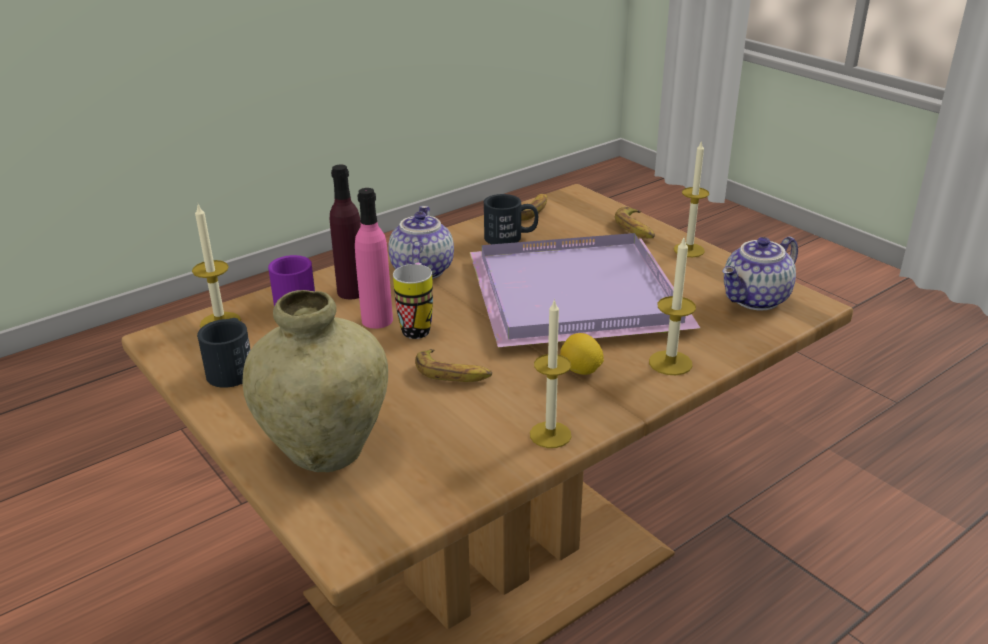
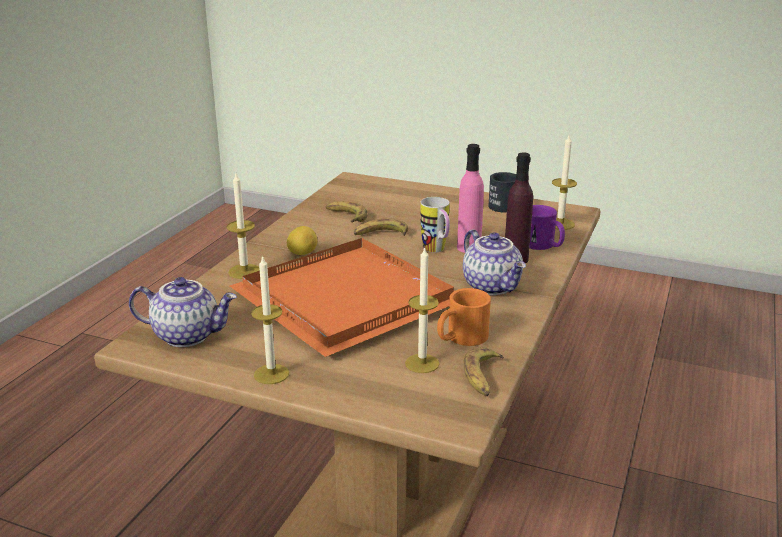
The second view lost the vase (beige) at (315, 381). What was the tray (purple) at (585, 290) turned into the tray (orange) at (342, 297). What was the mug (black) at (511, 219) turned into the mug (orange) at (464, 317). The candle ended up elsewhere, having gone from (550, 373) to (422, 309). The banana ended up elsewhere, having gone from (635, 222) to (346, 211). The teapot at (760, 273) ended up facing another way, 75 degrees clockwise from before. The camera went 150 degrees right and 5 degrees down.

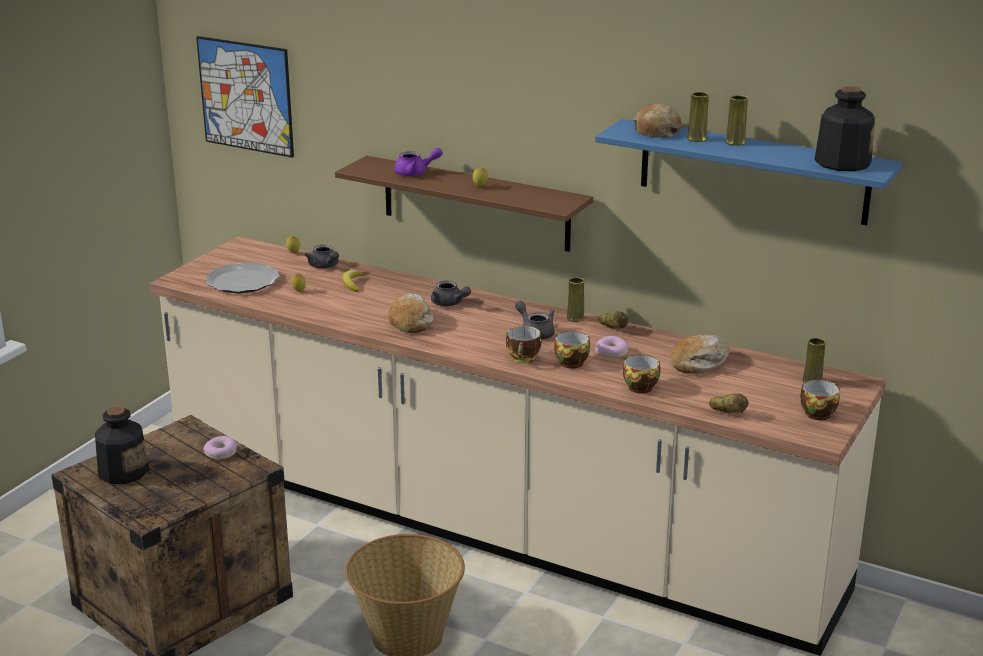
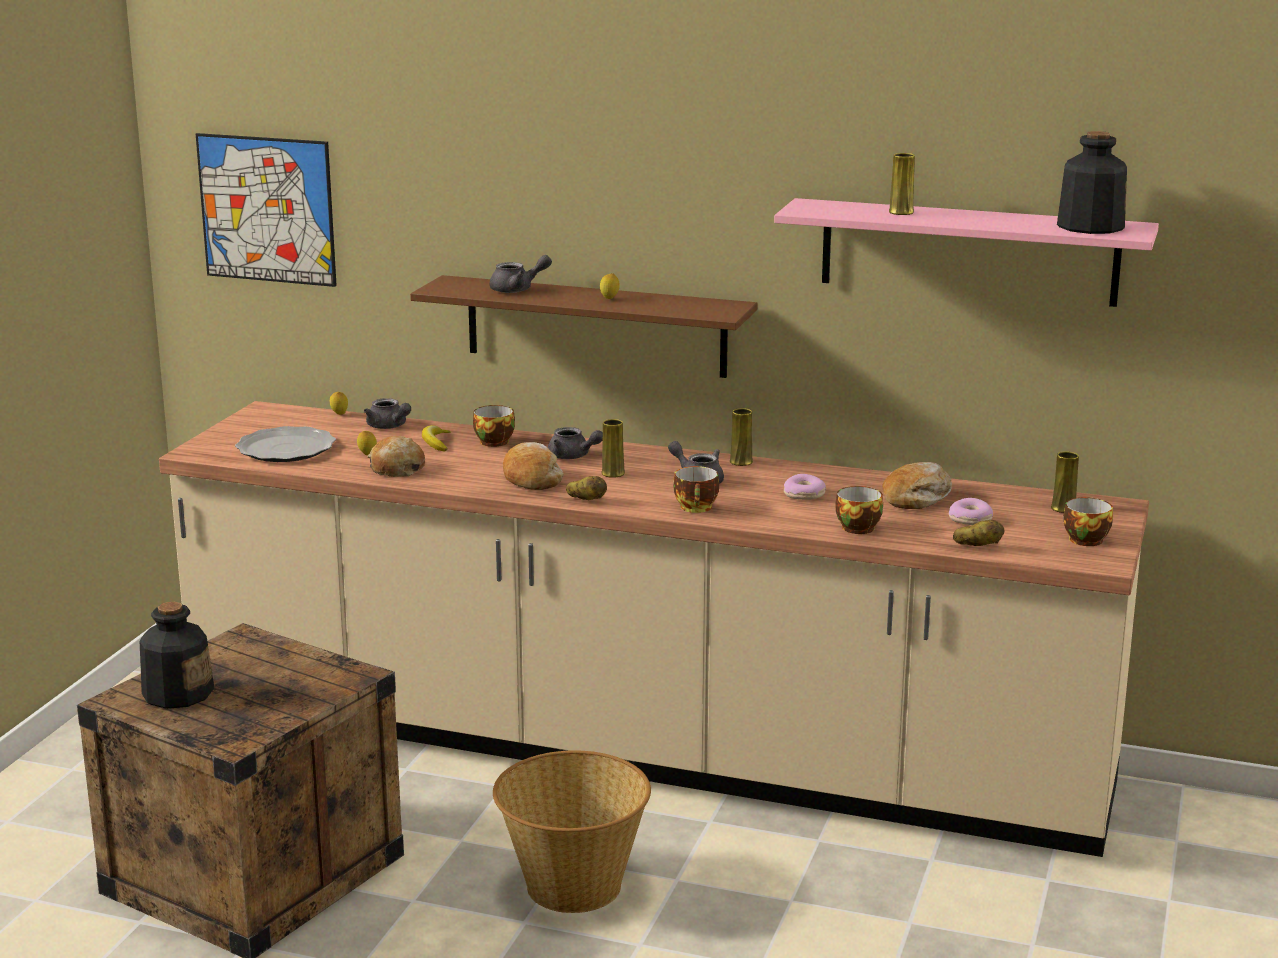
The donut ended up elsewhere, having gone from (220, 448) to (971, 511). What was the teapot (purple) at (418, 162) turned into the teapot (grey) at (520, 274). The cup ended up elsewhere, having gone from (572, 349) to (494, 426). What was the shelf (blue) at (749, 172) turned into the shelf (pink) at (966, 252). The potato ended up elsewhere, having gone from (614, 320) to (586, 488). The bread ended up elsewhere, having gone from (657, 120) to (396, 456). The vase (yellow) ended up elsewhere, having gone from (736, 120) to (613, 448). The camera went 10 degrees left and 5 degrees down.

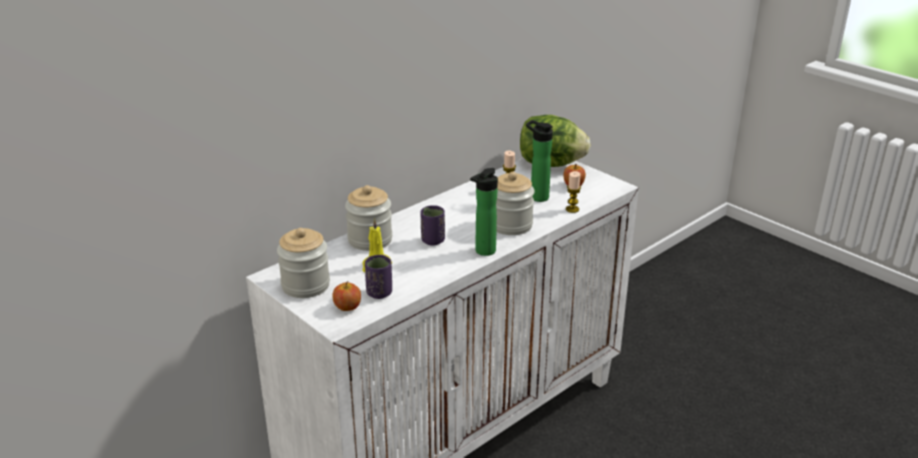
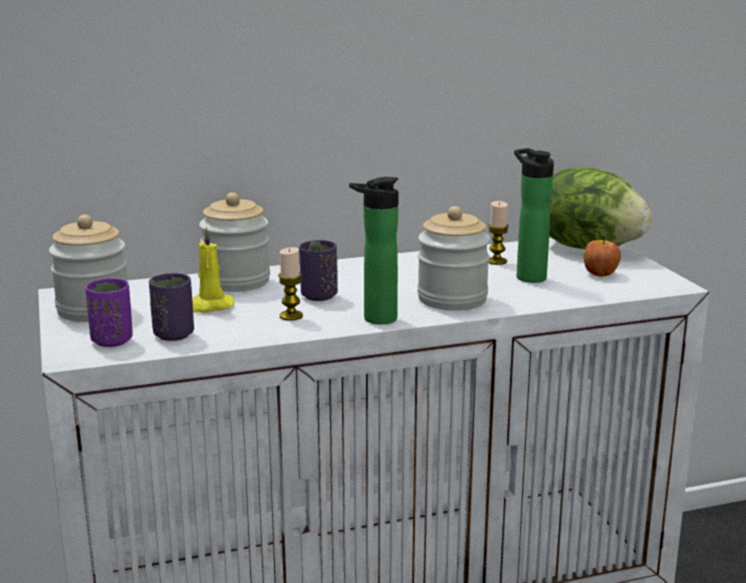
Where the apple stood at (346, 296), the cup (purple) came to stand at (109, 312). The candle ended up elsewhere, having gone from (573, 192) to (290, 284). The camera went 25 degrees right and 10 degrees down.

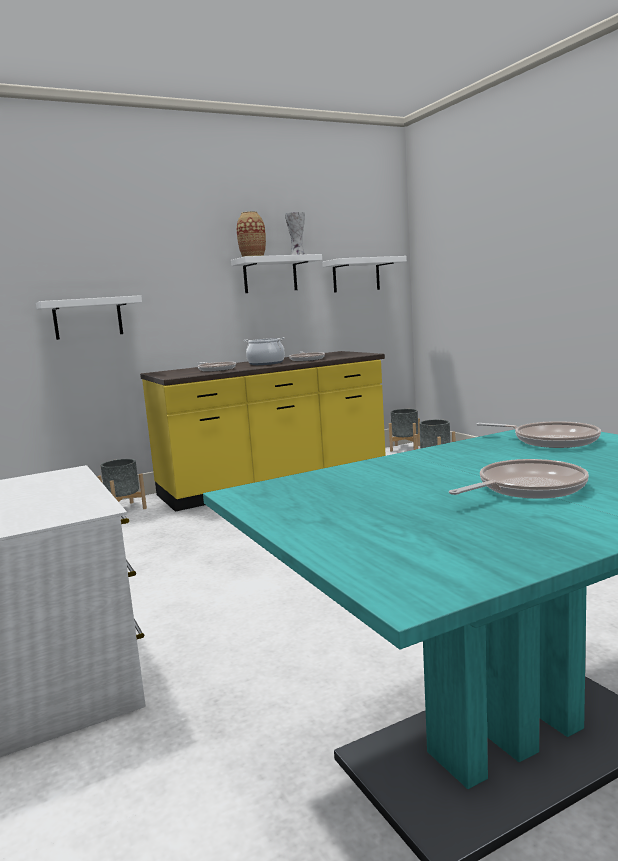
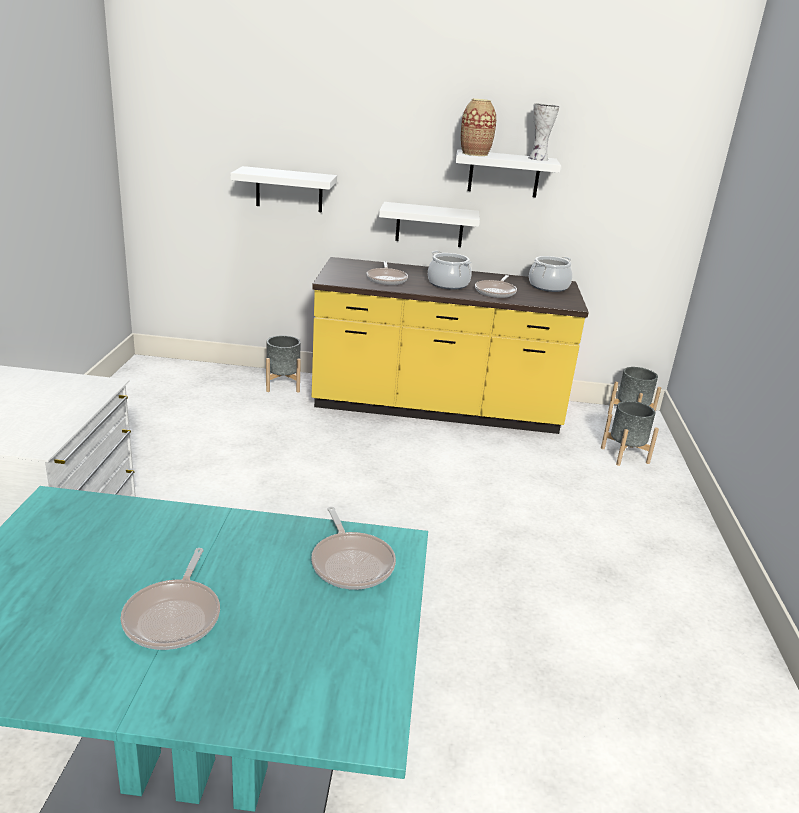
The shelf (white) ended up elsewhere, having gone from (364, 274) to (429, 224). The frying pan at (519, 479) ended up facing another way, 90 degrees clockwise from before. The second view gained the cooking pot at (550, 274). The camera went 30 degrees right and 15 degrees up.

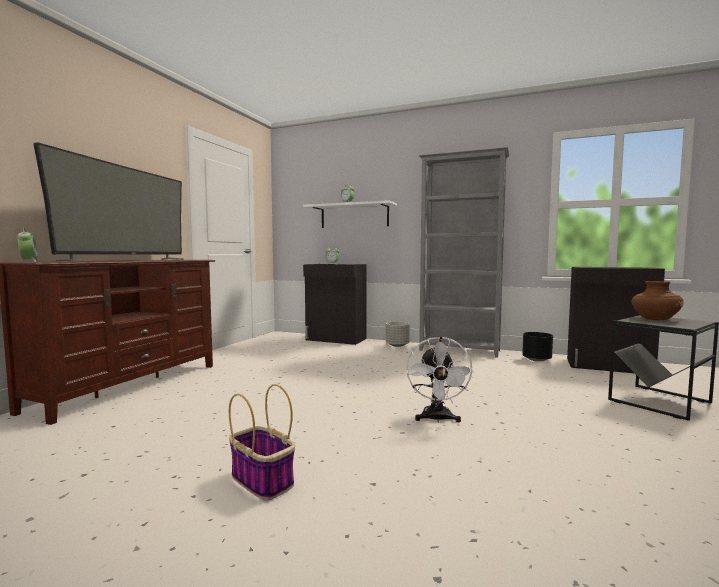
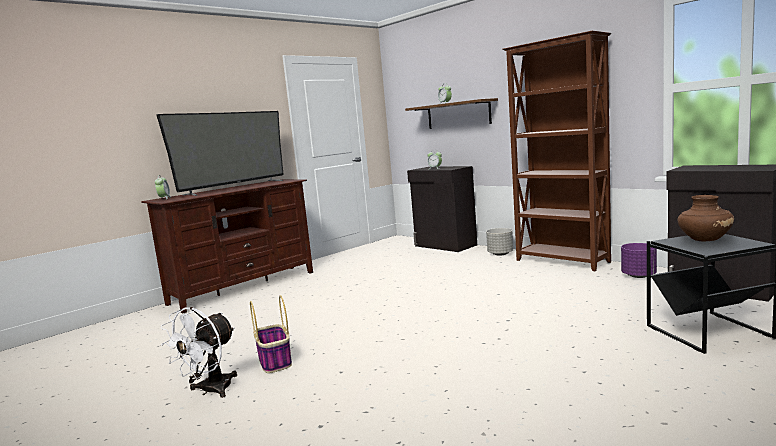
What was the shelf (white) at (350, 214) turned into the shelf (brown) at (451, 113). The fan (white) ended up elsewhere, having gone from (440, 379) to (199, 352). What was the bookcase (grey) at (464, 252) turned into the bookcase (brown) at (556, 151). What was the planter (black) at (537, 347) turned into the planter (purple) at (639, 260). The camera went 25 degrees right and 5 degrees up.

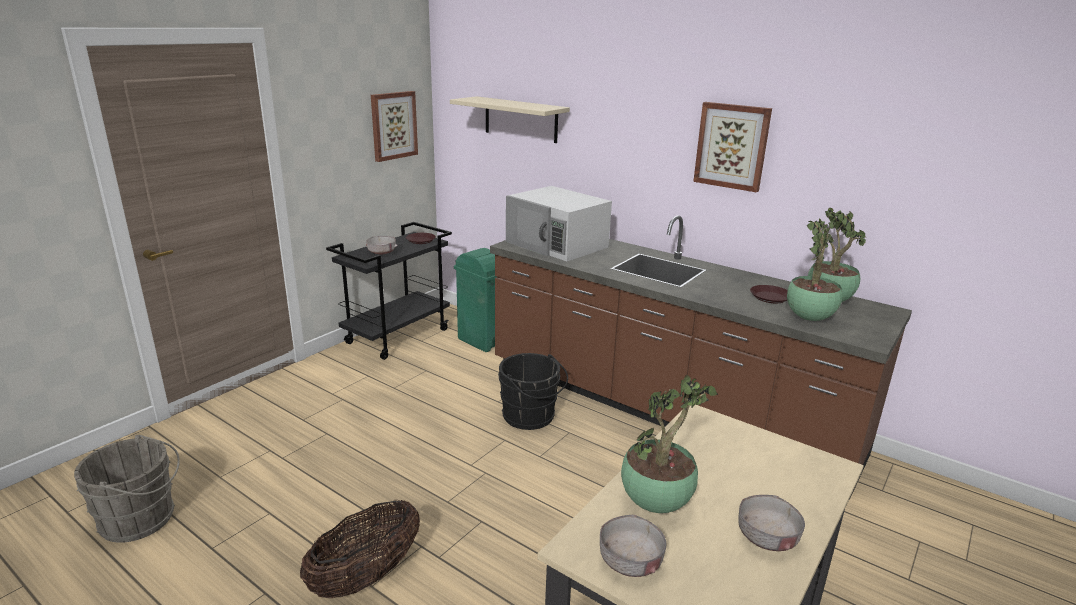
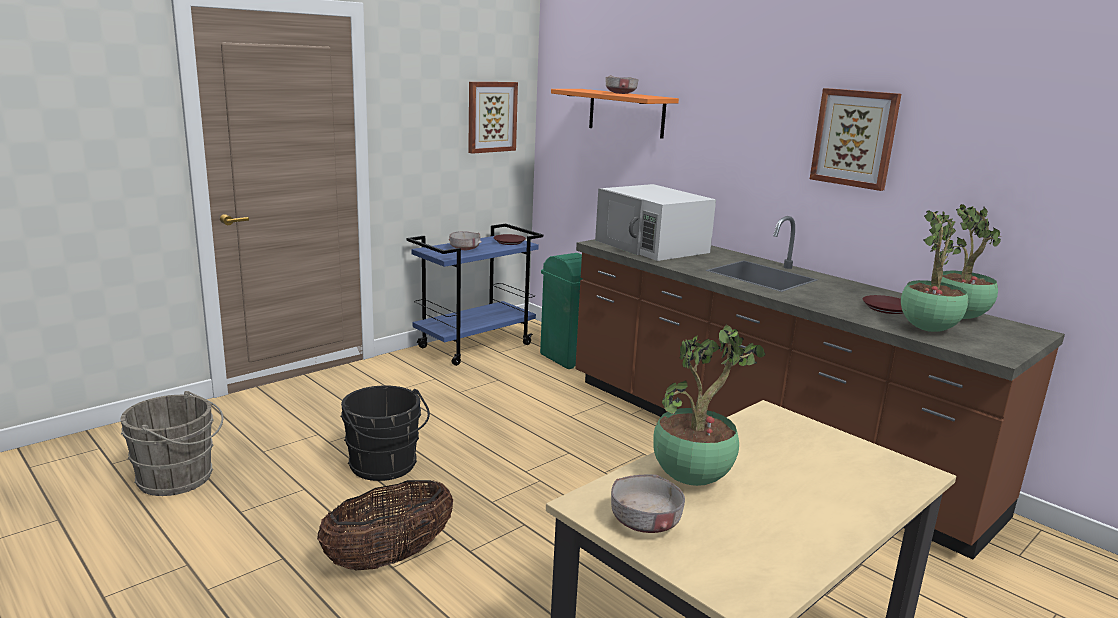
What was the cart (black) at (389, 291) turned into the cart (blue) at (475, 295). What was the shelf (beige) at (510, 119) turned into the shelf (orange) at (615, 114). The bucket (black) ended up elsewhere, having gone from (533, 391) to (385, 433). The bowl (grey) ended up elsewhere, having gone from (771, 523) to (622, 84). The camera went 10 degrees right and 5 degrees down.

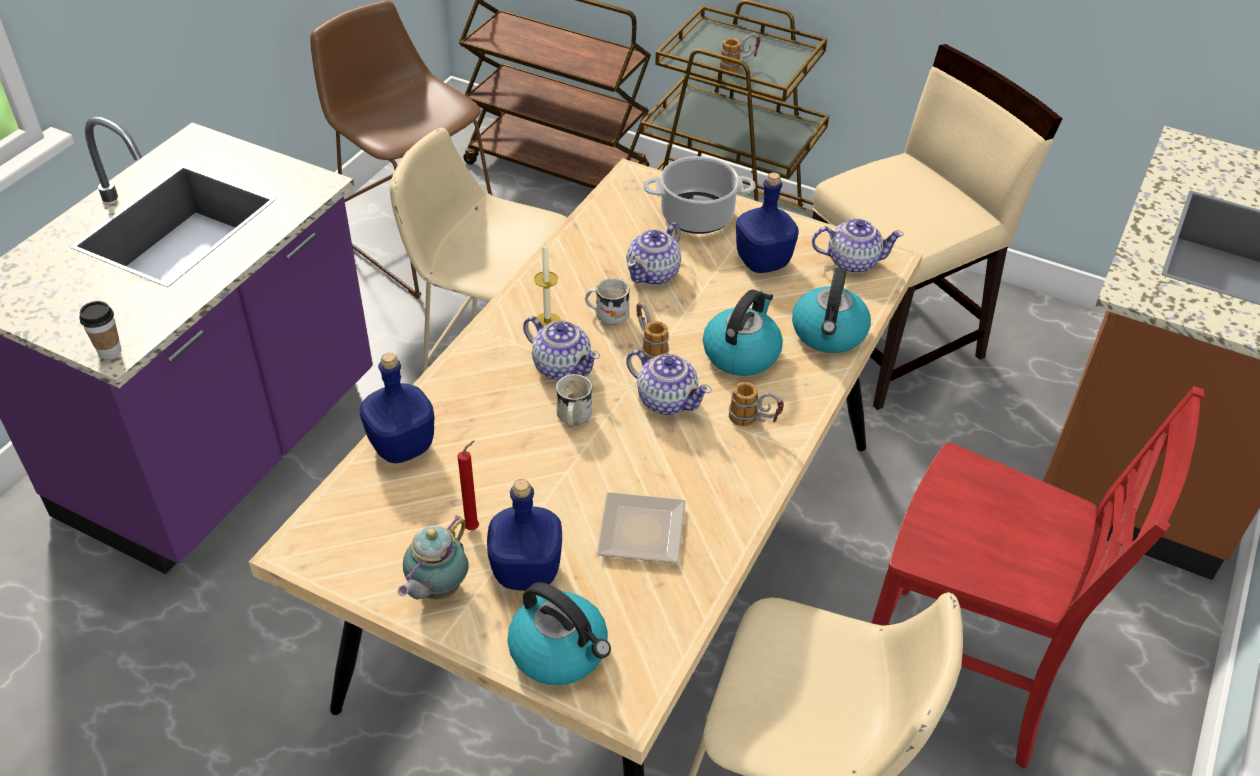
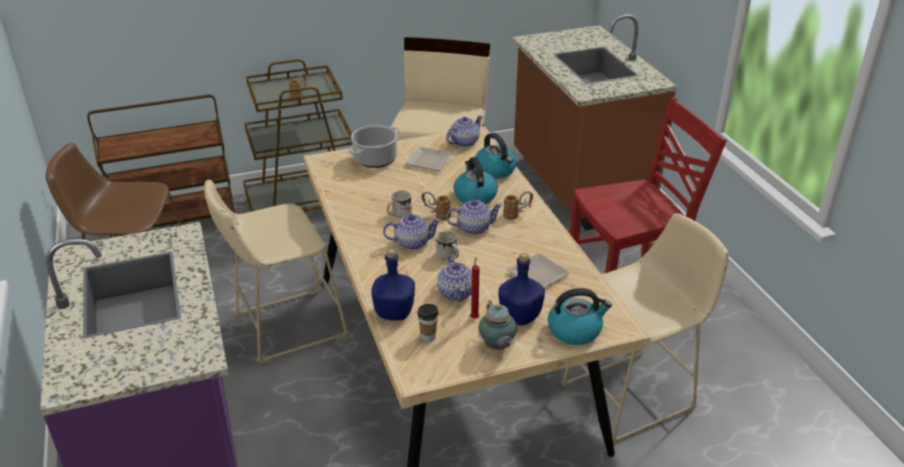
The cup ended up elsewhere, having gone from (100, 330) to (428, 323). The second view lost the candle at (547, 284). The teapot ended up elsewhere, having gone from (654, 253) to (454, 278). Where the bottle (blue) stood at (767, 223), the plate came to stand at (429, 159). The camera went 45 degrees left and 10 degrees down.

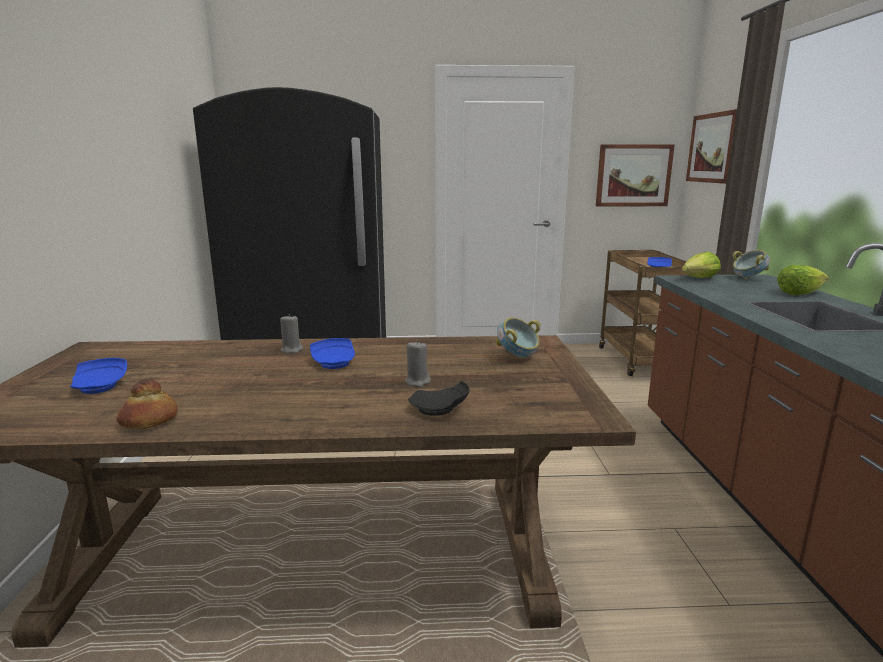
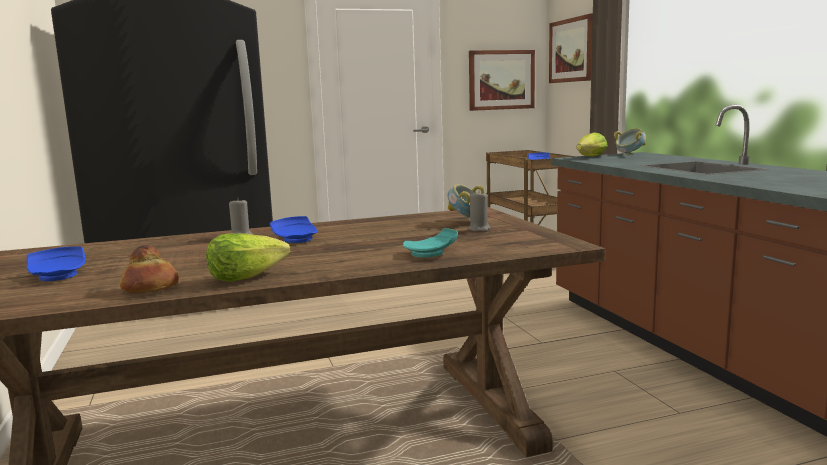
The candle (grey) ended up elsewhere, having gone from (418, 363) to (479, 212). What was the plate (black) at (438, 398) turned into the plate (turquoise) at (430, 243). The lettuce ended up elsewhere, having gone from (803, 280) to (248, 257). The camera went 15 degrees left and 5 degrees down.

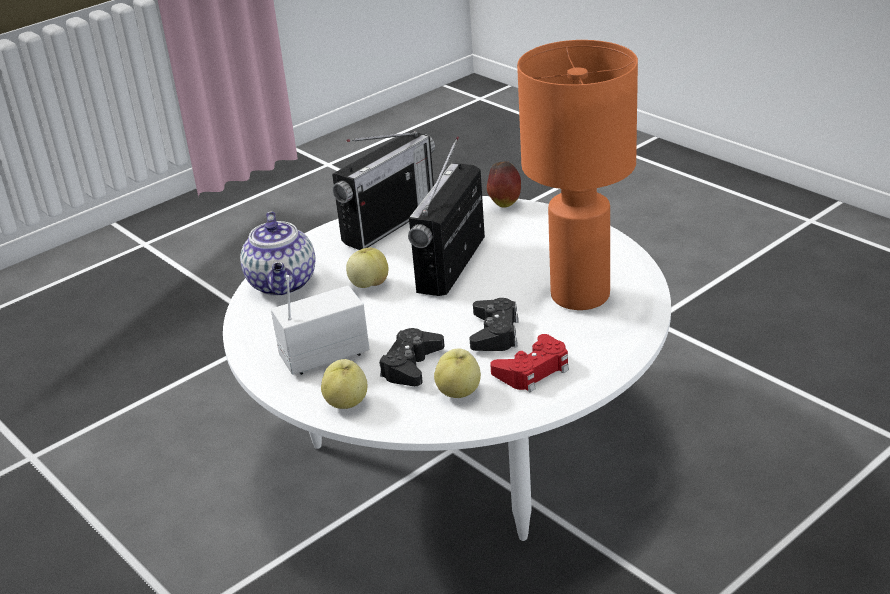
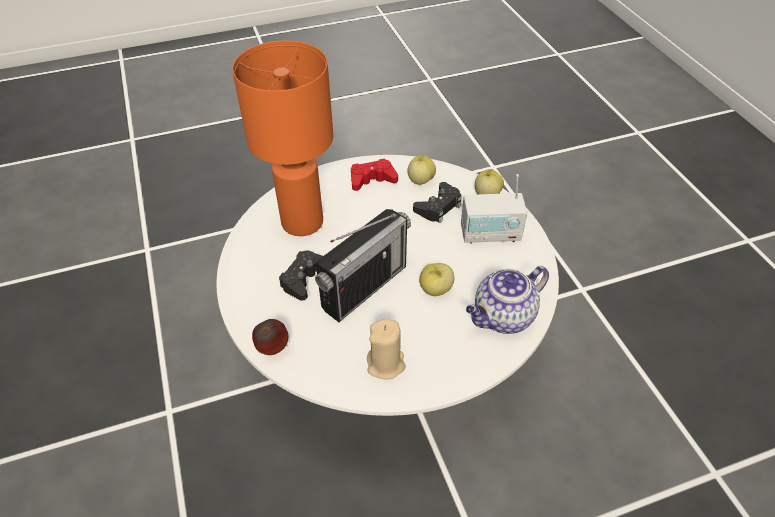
The teapot at (277, 254) ended up facing another way, 135 degrees counterclockwise from before. Where the radio stood at (383, 190), the candle (beige) came to stand at (386, 349). The game controller (black) ended up elsewhere, having gone from (494, 324) to (301, 276). The camera went 160 degrees left and 15 degrees up.

